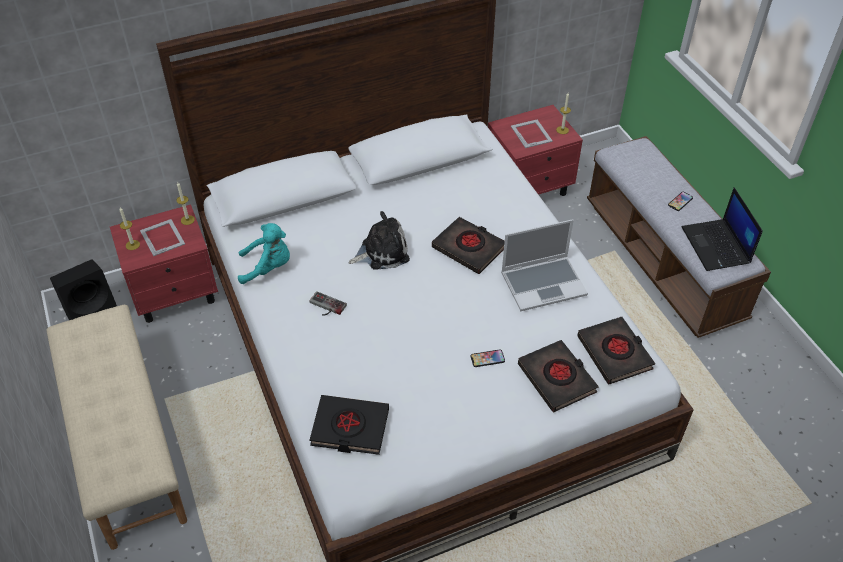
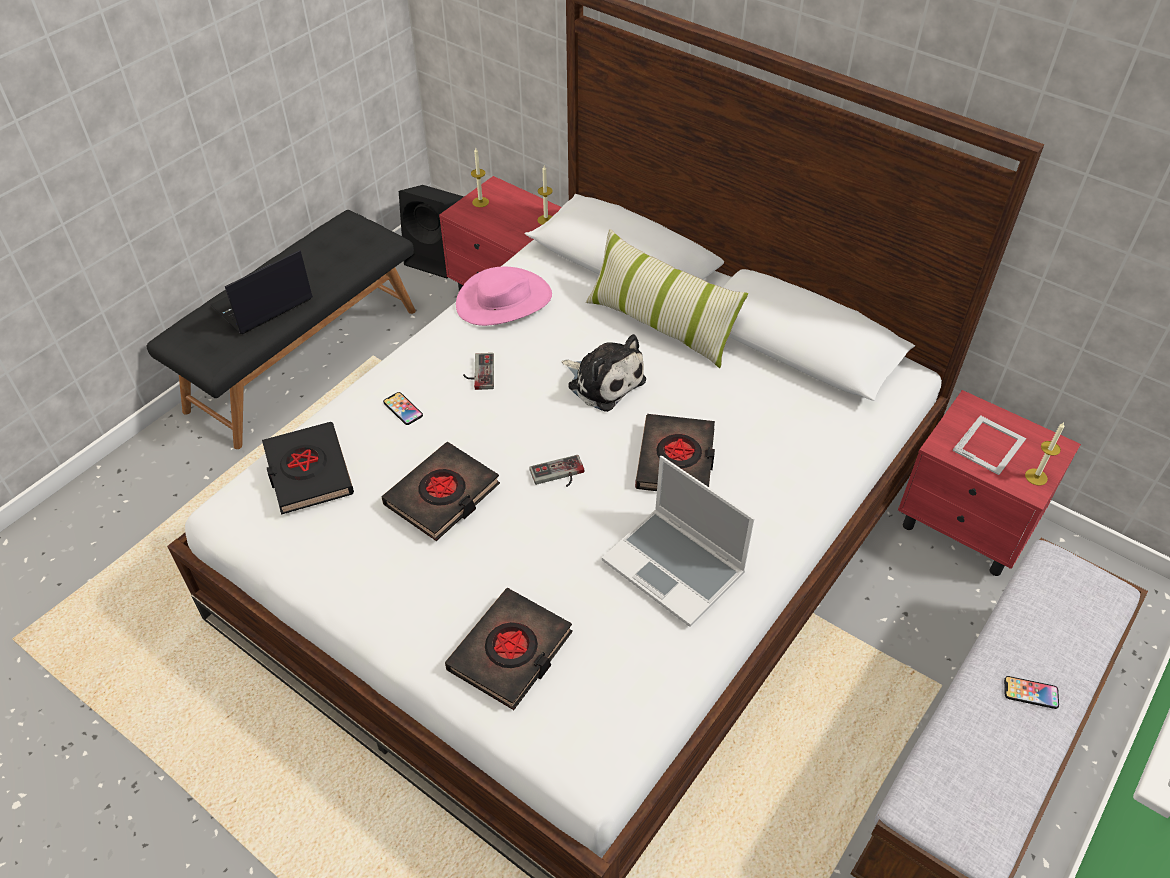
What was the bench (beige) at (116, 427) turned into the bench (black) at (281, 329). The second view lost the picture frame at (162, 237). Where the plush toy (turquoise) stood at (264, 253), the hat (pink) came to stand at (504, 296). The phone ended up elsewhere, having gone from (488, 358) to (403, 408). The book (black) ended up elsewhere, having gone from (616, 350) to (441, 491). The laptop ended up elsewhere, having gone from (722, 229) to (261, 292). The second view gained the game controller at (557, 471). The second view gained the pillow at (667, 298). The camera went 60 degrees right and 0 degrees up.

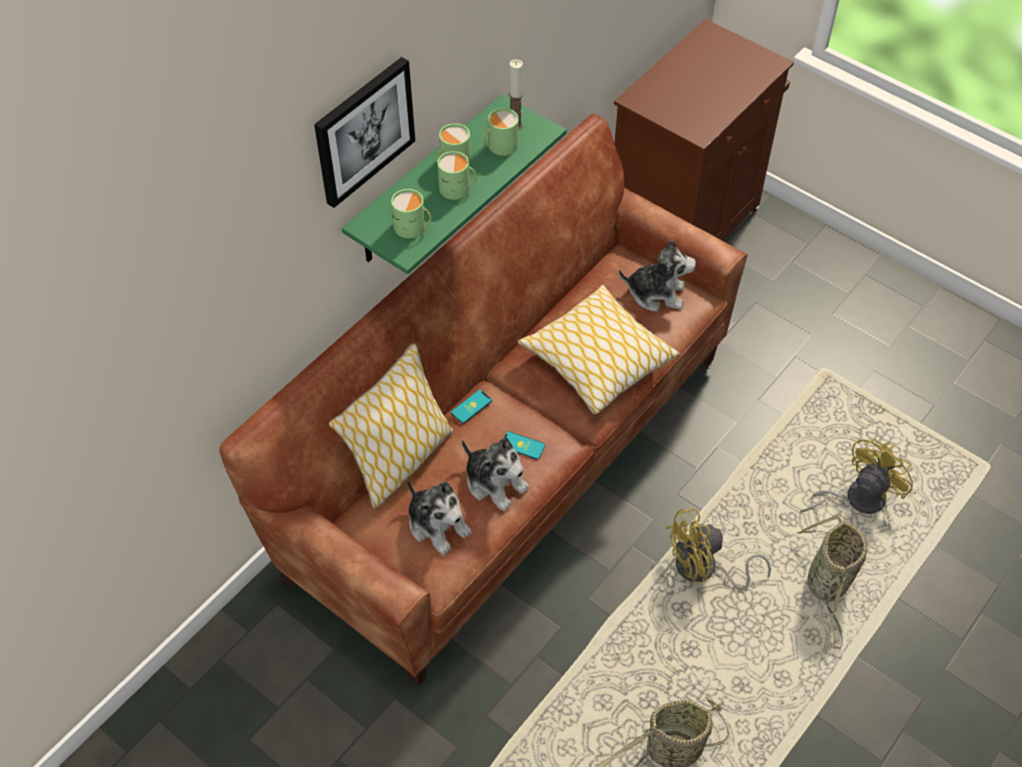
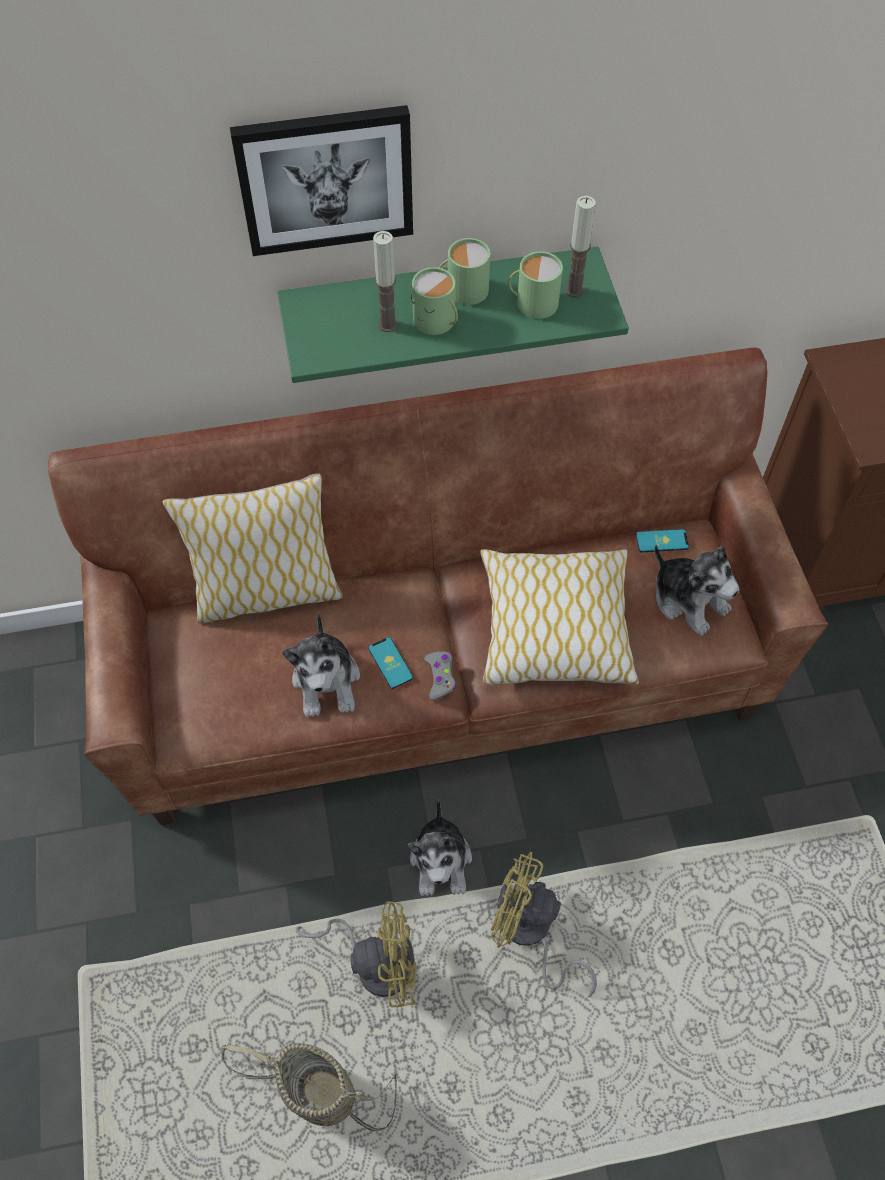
The second view lost the mug (green) at (411, 213). The plush toy ended up elsewhere, having gone from (439, 517) to (440, 847). The phone ended up elsewhere, having gone from (471, 407) to (662, 540). The second view lost the basket at (832, 581). The fan (yellow) ended up elsewhere, having gone from (856, 476) to (356, 954). The second view gained the candle at (385, 281). The second view gained the game controller (grey) at (440, 675). The camera went 40 degrees right and 5 degrees up.

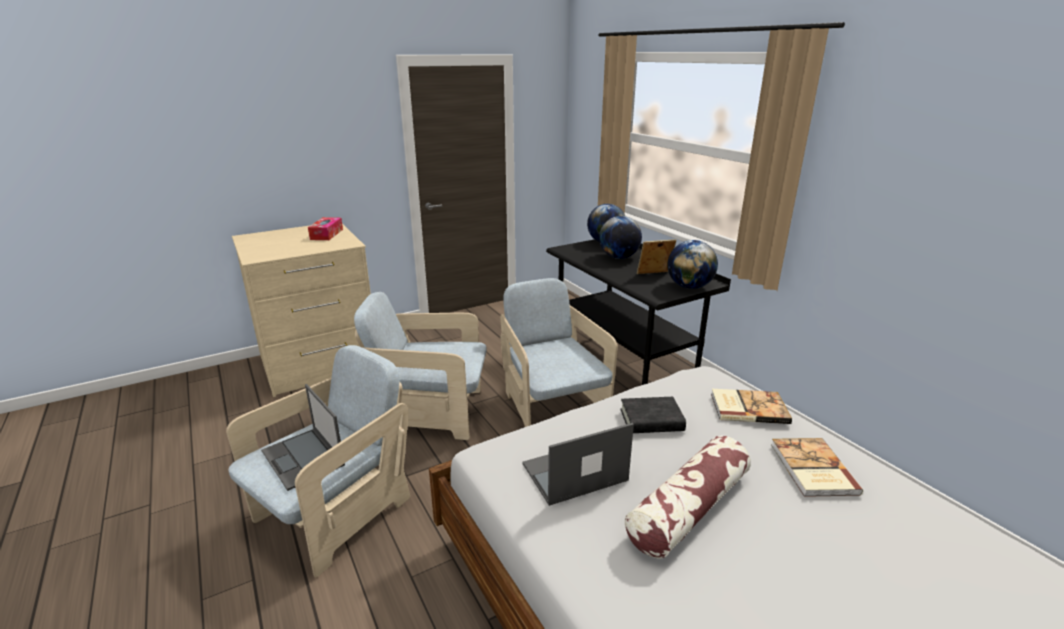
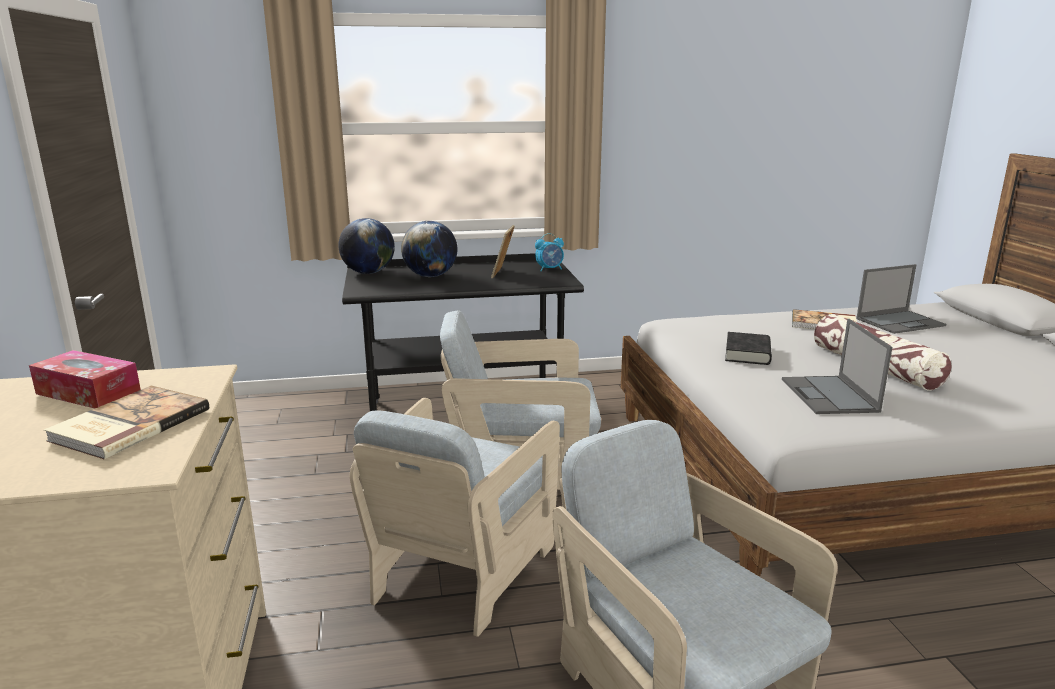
The laptop ended up elsewhere, having gone from (303, 437) to (901, 299). Where the globe stood at (692, 264), the alarm clock came to stand at (549, 252). The book ended up elsewhere, having gone from (751, 406) to (126, 422). The camera went 70 degrees left and 5 degrees down.

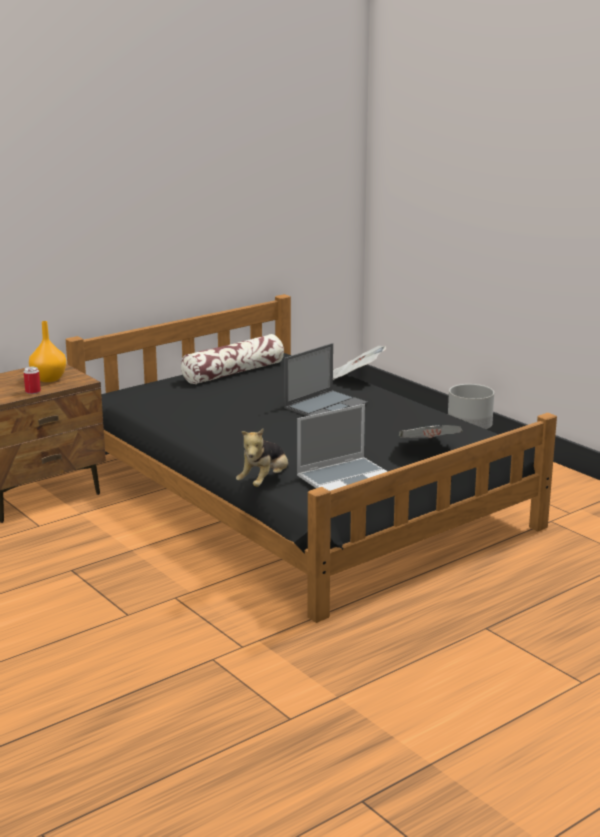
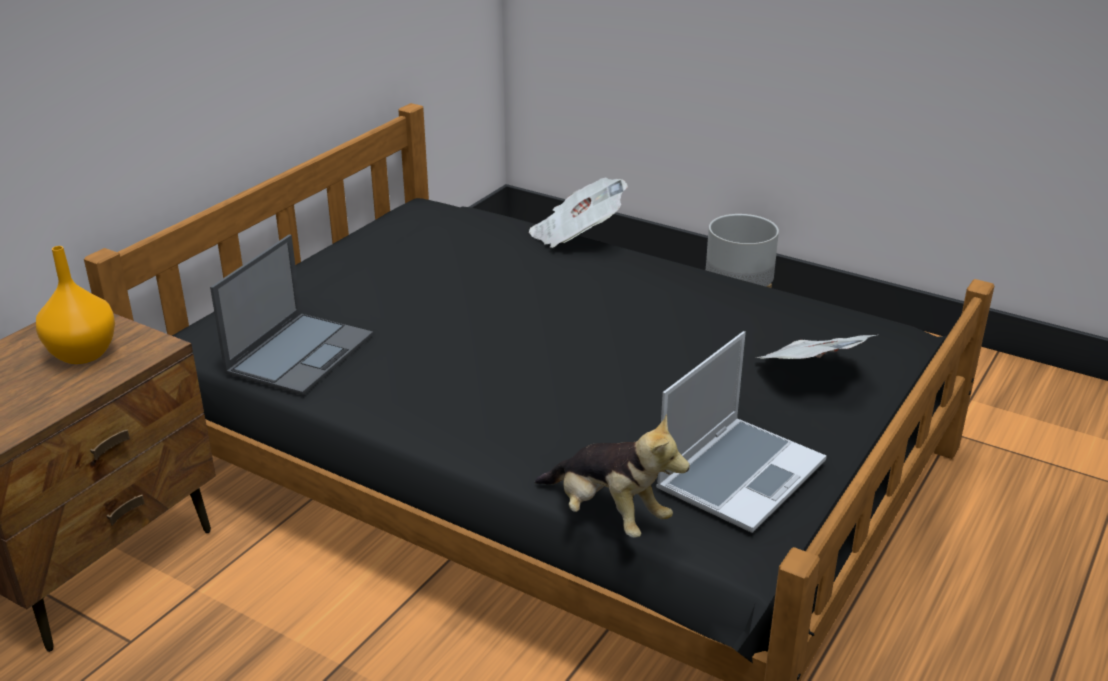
The second view lost the can at (32, 380). The second view lost the pillow at (232, 359). The plush toy at (262, 458) ended up facing another way, 60 degrees counterclockwise from before. The laptop ended up elsewhere, having gone from (326, 379) to (291, 314). The camera went 20 degrees left and 10 degrees up.

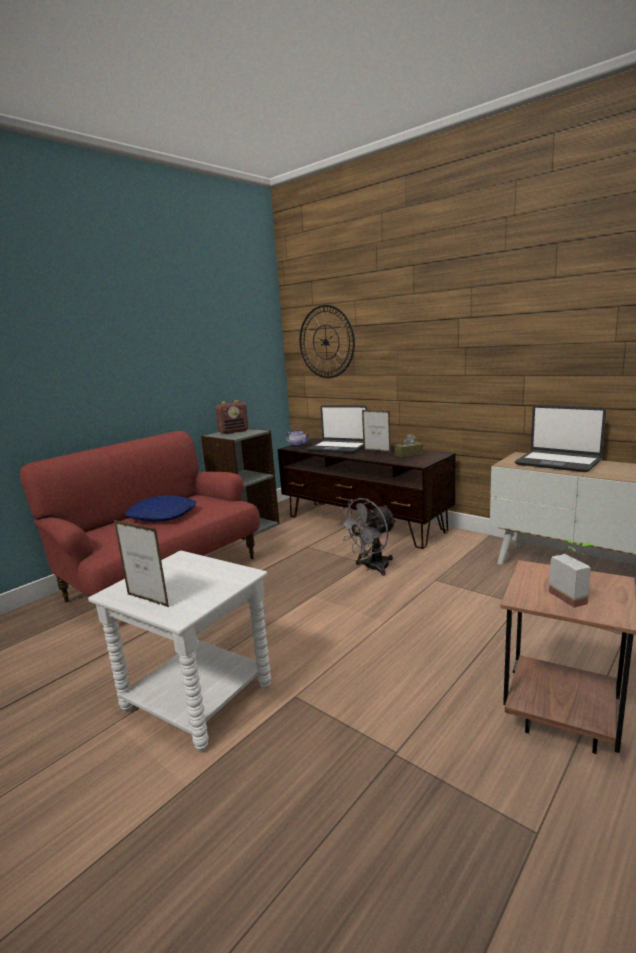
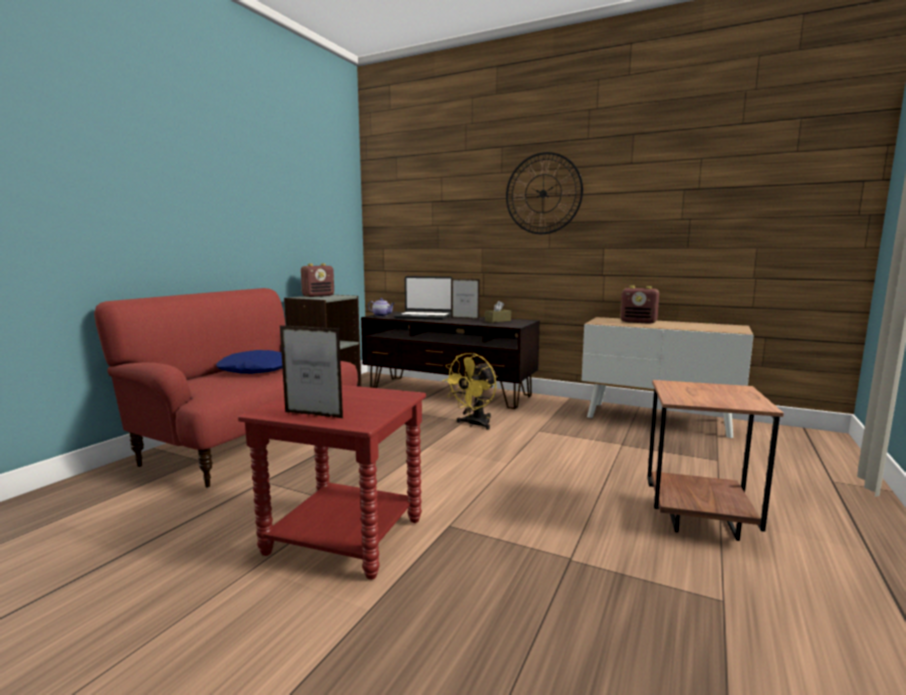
What was the side table (white) at (179, 651) turned into the side table (red) at (332, 482). The wall clock ended up elsewhere, having gone from (327, 341) to (544, 193). What was the fan (grey) at (367, 537) turned into the fan (yellow) at (470, 391). Where the laptop stood at (560, 438), the radio came to stand at (639, 304). The second view lost the potted plant at (571, 574). The camera went 15 degrees left and 5 degrees down.

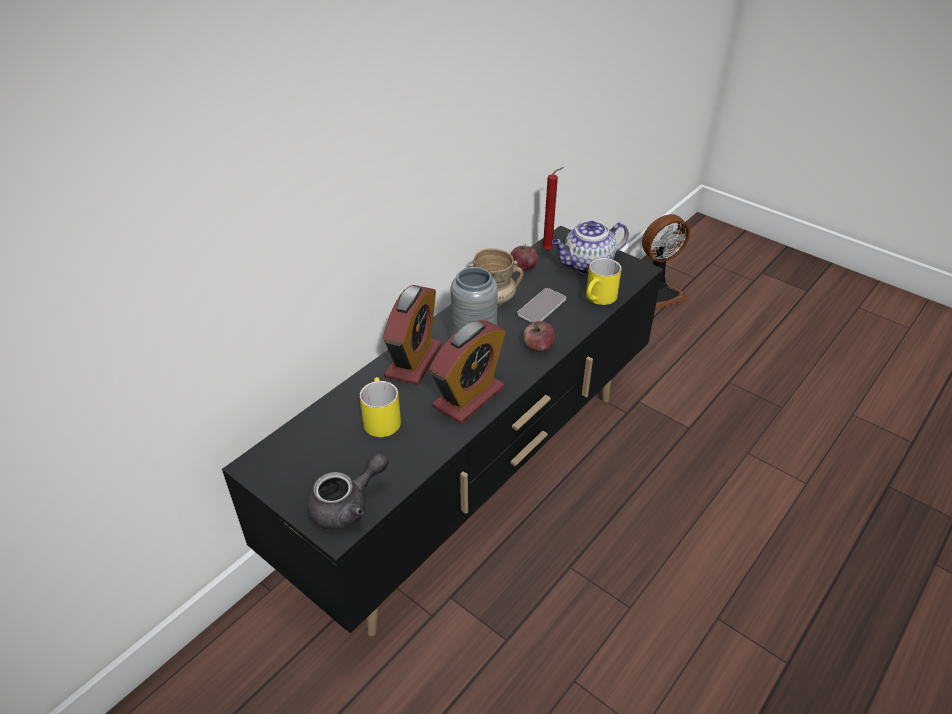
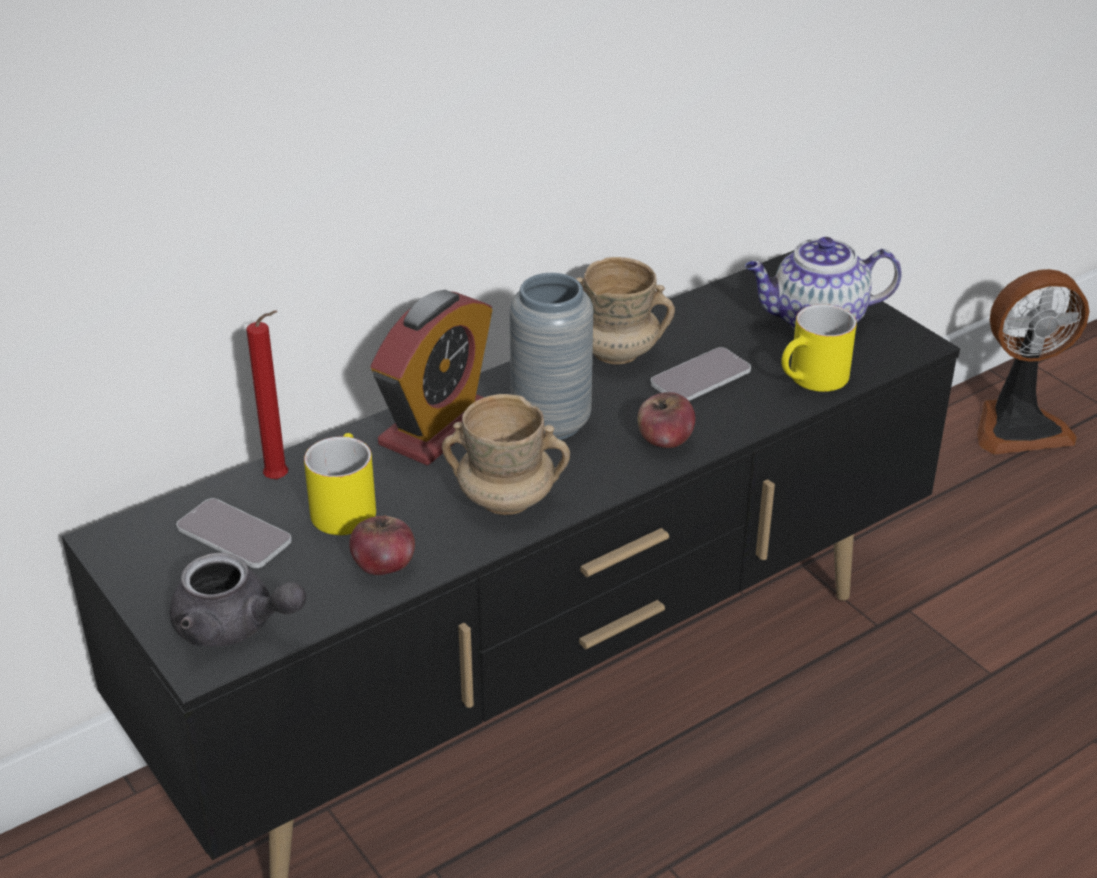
The teapot (grey) at (348, 491) ended up facing another way, 45 degrees clockwise from before. Where the alarm clock stood at (467, 372), the mug (beige) came to stand at (506, 454). The apple ended up elsewhere, having gone from (524, 257) to (382, 545). The candle (red) ended up elsewhere, having gone from (553, 209) to (267, 395). The second view gained the phone at (234, 533). The camera went 15 degrees right and 5 degrees down.

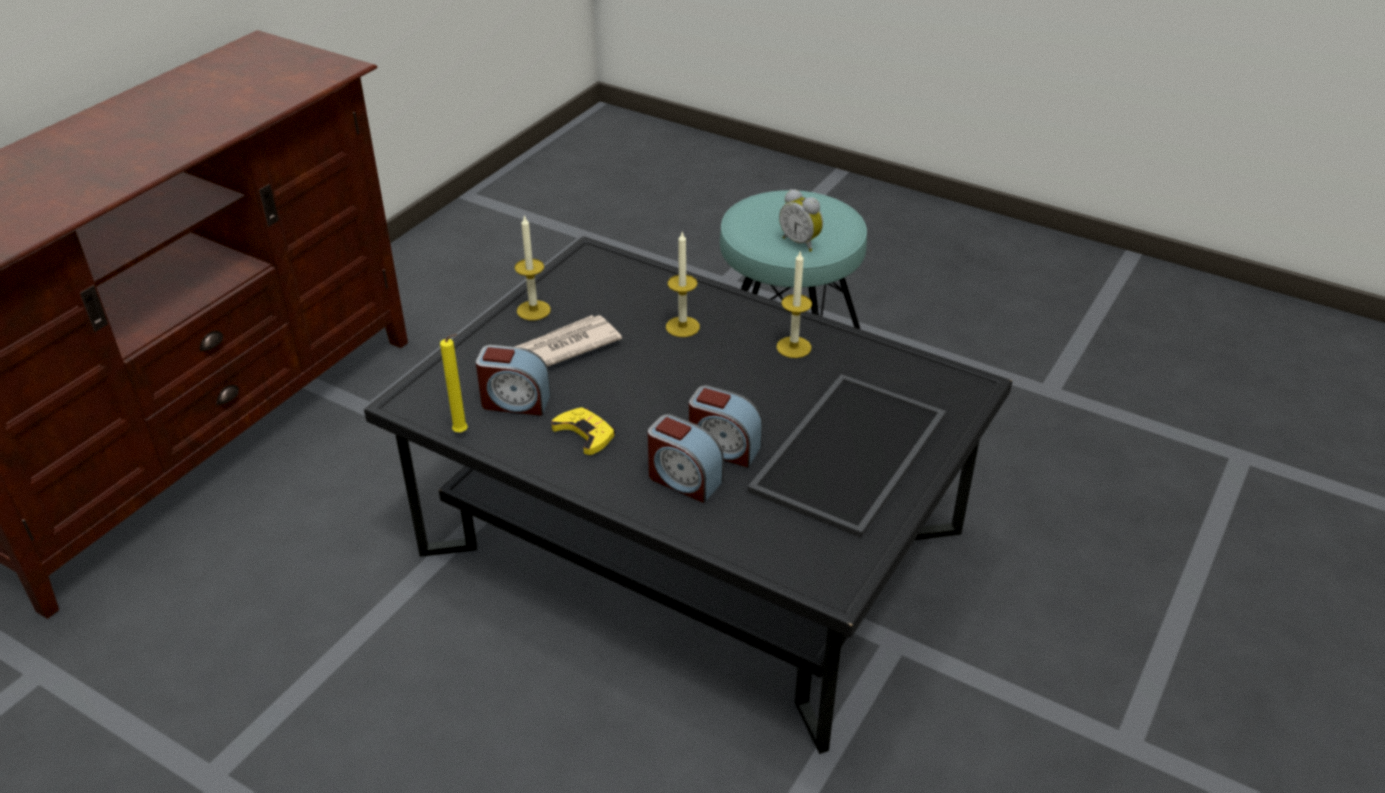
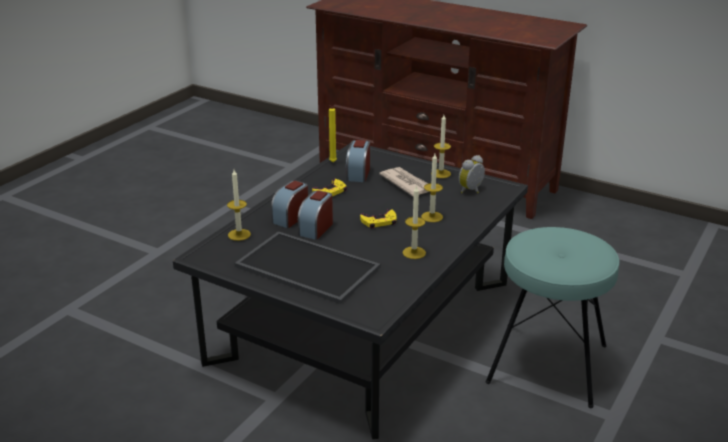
The alarm clock ended up elsewhere, having gone from (801, 220) to (472, 174). The second view gained the candle at (239, 205). The second view gained the game controller (yellow) at (378, 218). The camera went 90 degrees right and 10 degrees down.

